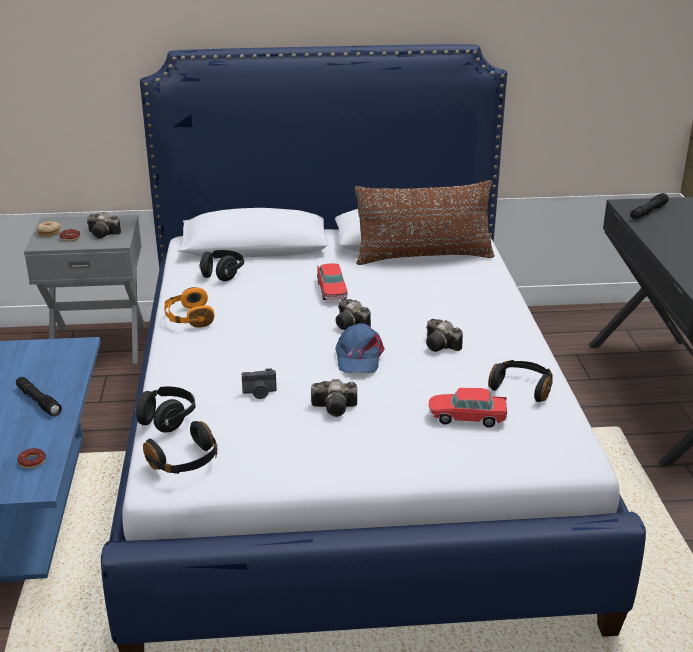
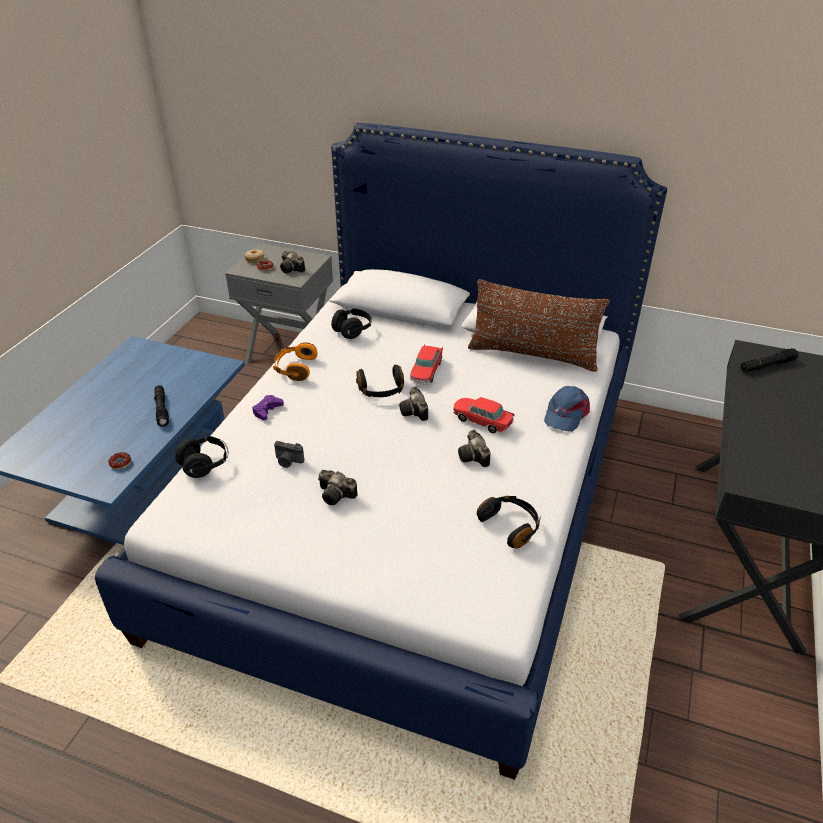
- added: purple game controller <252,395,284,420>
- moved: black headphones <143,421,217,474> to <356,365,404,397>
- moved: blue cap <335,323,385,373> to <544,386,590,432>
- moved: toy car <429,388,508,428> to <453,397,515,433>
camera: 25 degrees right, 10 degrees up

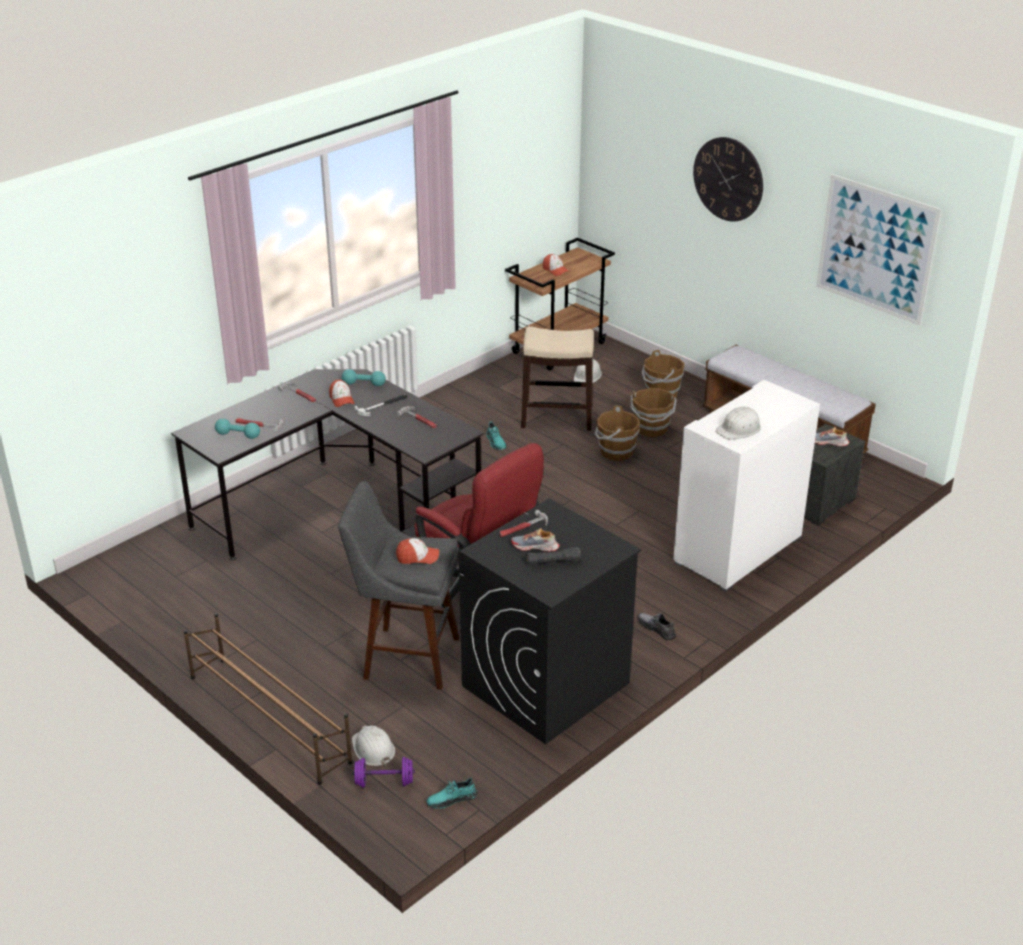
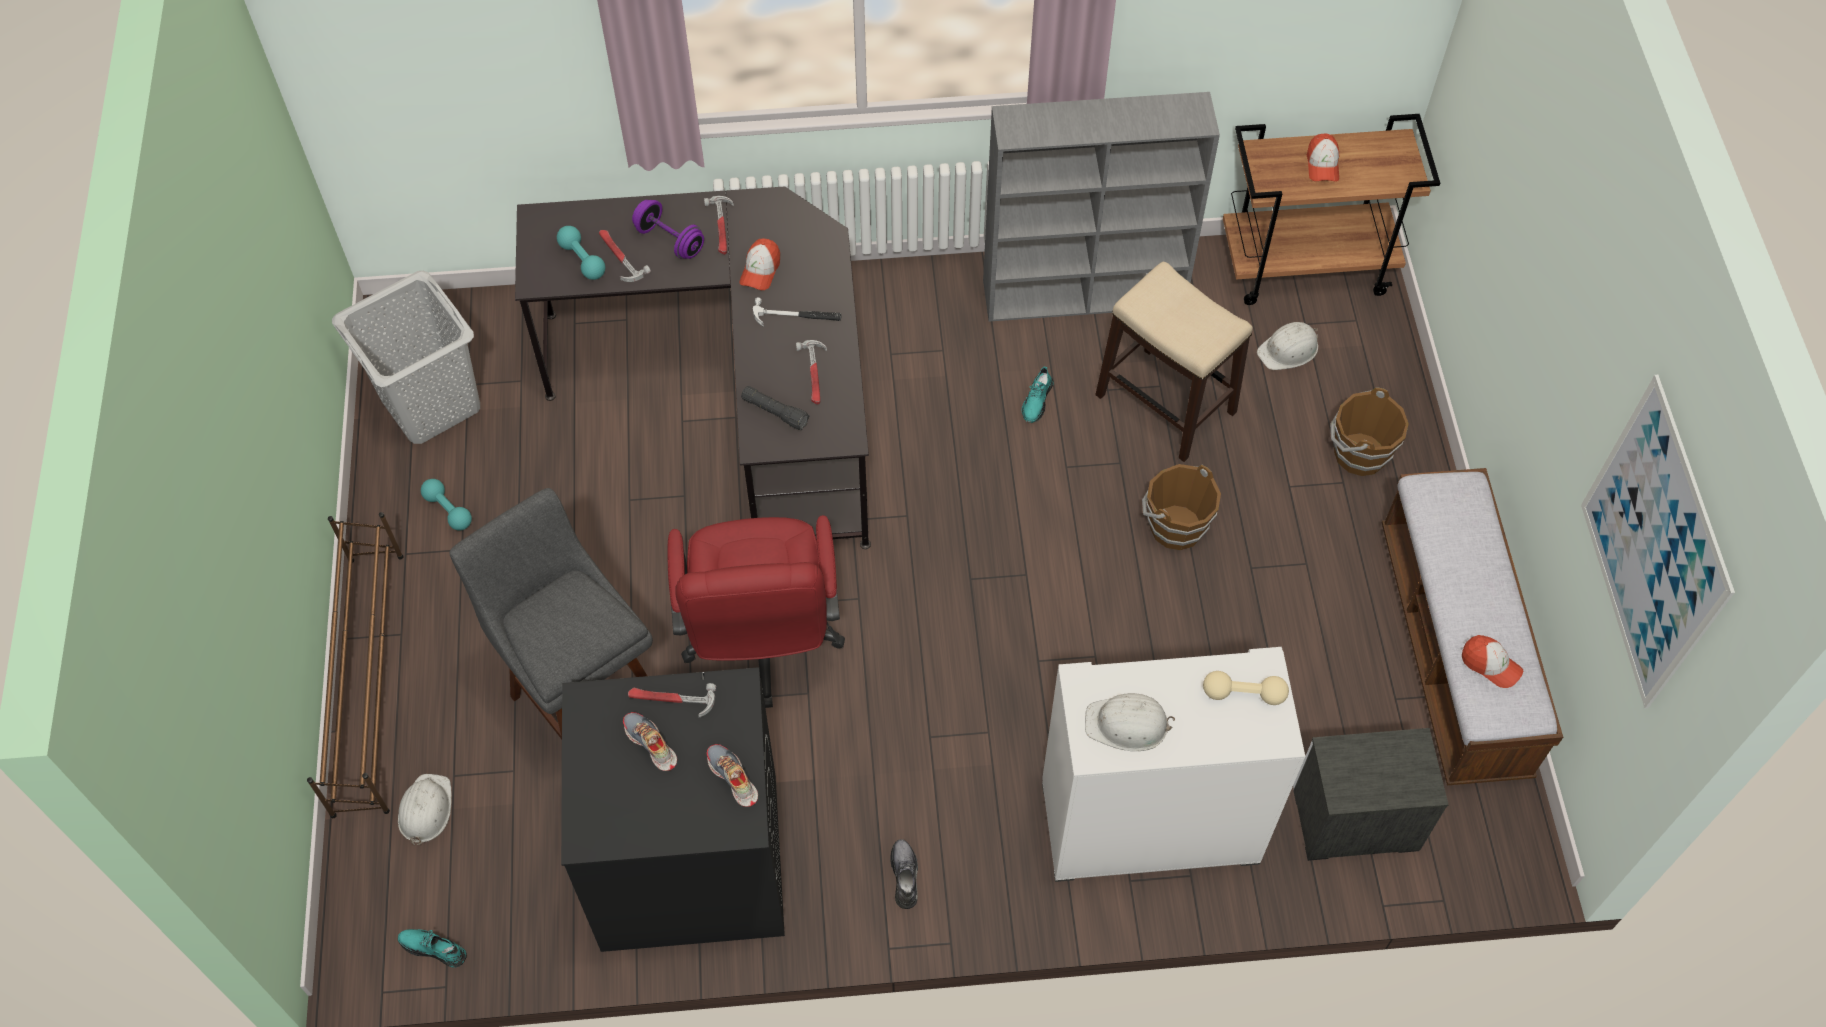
- removed: brown bucket <630,388,677,437>
- removed: wall clock <693,137,763,222>
- added: grey laundry basket <332,271,480,444>
- added: grey bookcase <983,92,1220,322>
- added: beige dumbbell <1203,671,1289,705>
- moved: turquoise dumbbell <342,369,386,386> to <421,479,472,530>
- moved: purple dumbbell <352,757,415,788> to <632,200,704,259>
- moved: cap <396,538,439,564> to <1462,635,1523,688>
- moved: black flashlight <526,547,581,564> to <741,386,809,430>
- moved: shoe <815,427,850,447> to <706,744,758,807>
camera: 40 degrees right, 25 degrees up

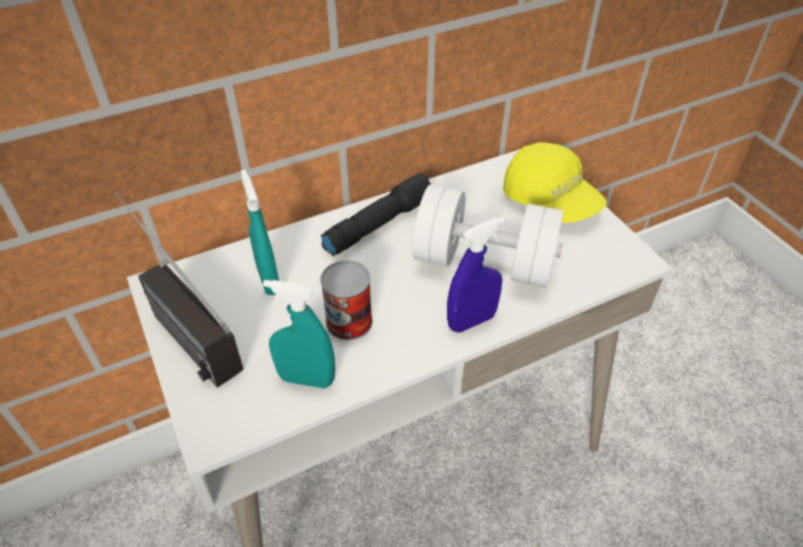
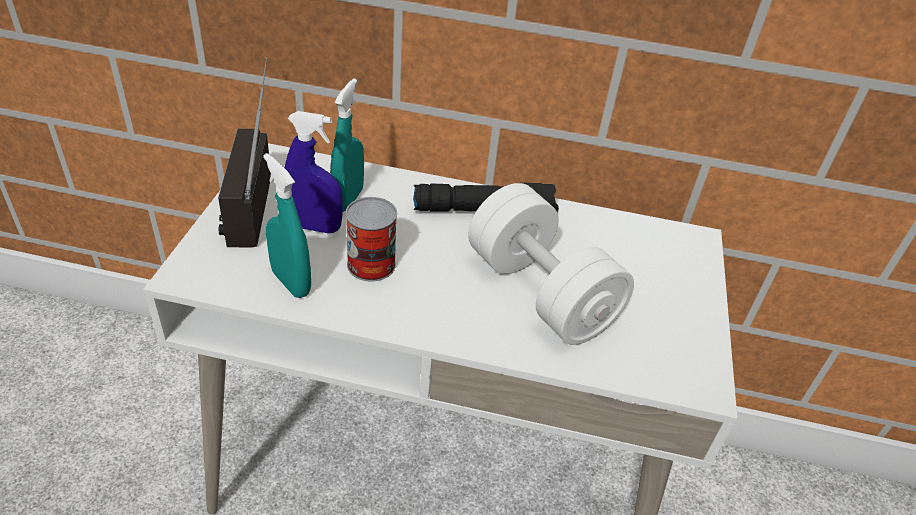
- removed: yellow cap <503,142,607,223>
- moved: blue spray bottle <447,216,506,333> to <284,111,343,233>
camera: 35 degrees right, 5 degrees down

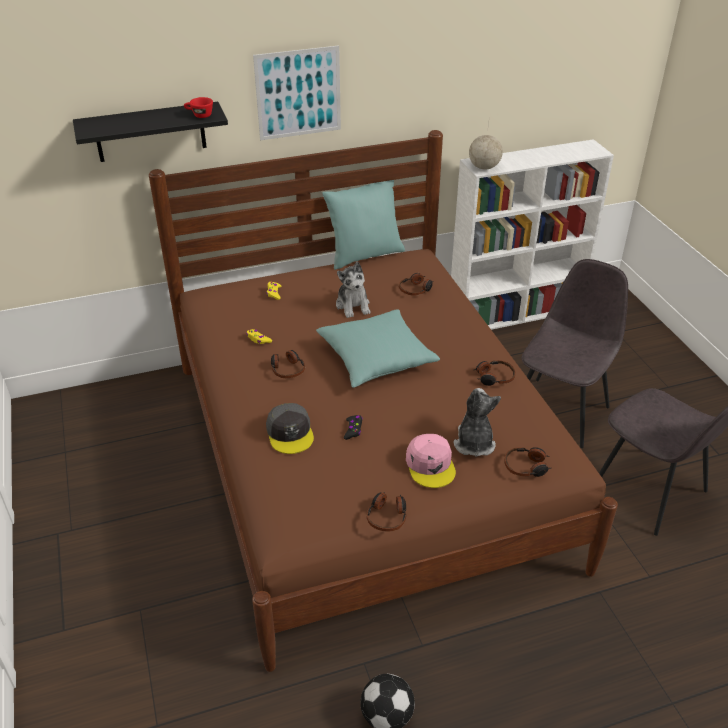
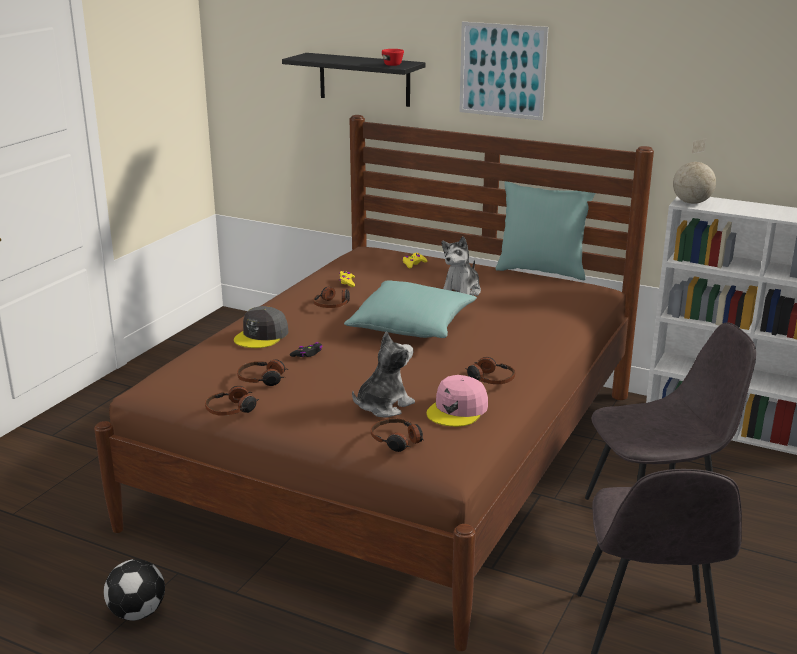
- moved: headphones <399,273,433,296> to <237,360,289,386>
- moved: pink cap <406,434,456,488> to <427,375,488,427>
camera: 45 degrees right, 15 degrees down

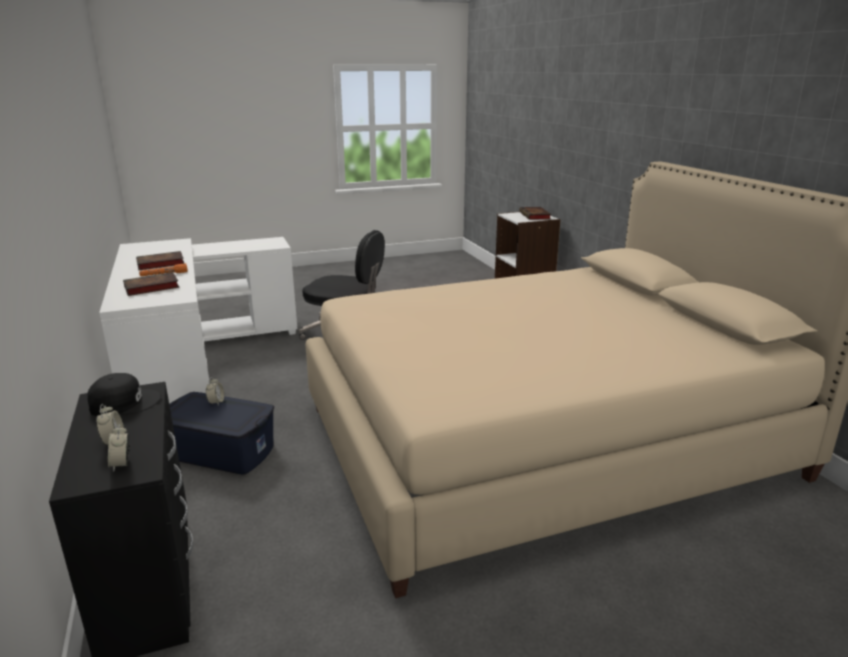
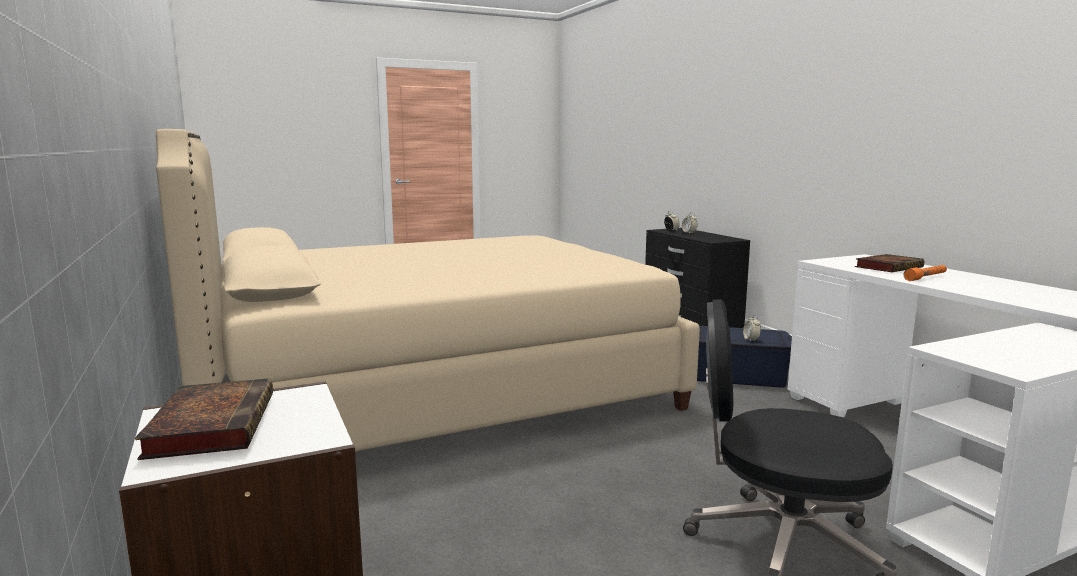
- removed: black cap <87,373,161,416>
- removed: book <136,251,184,270>
camera: 175 degrees right, 10 degrees down

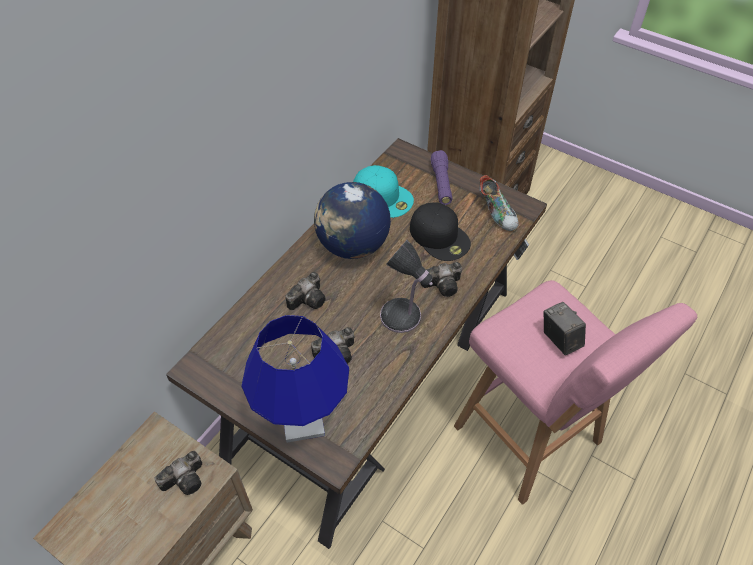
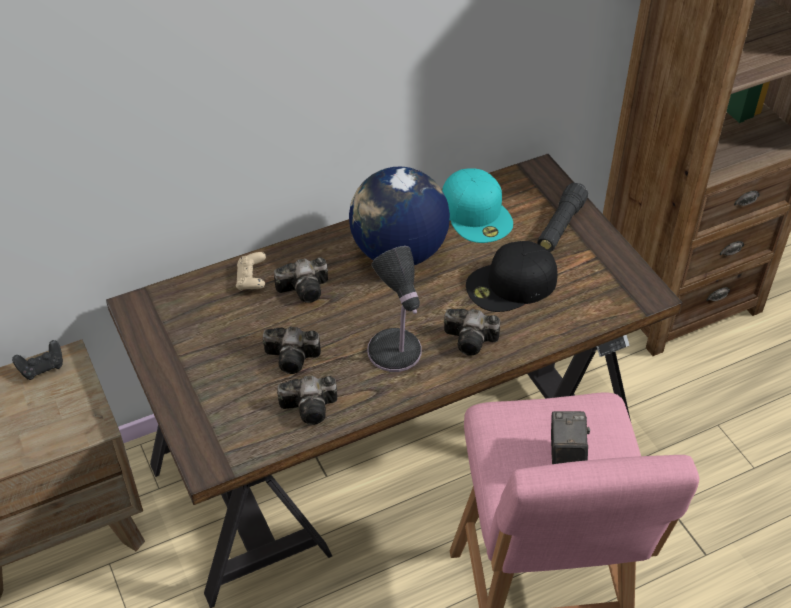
- removed: blue table lamp <242,315,349,443>
- removed: shoe <479,175,519,231>
- added: black game controller <12,340,63,380>
- added: beige game controller <236,252,266,291>
- moved: photo camera <154,451,202,495> to <277,376,337,425>
- recoloured: purple flashlight <430,150,453,205> to black flashlight <537,183,588,252>
- turned: black cap <410,202,471,261> = <466,241,558,312> 75 degrees clockwise
camera: 30 degrees right, 5 degrees down

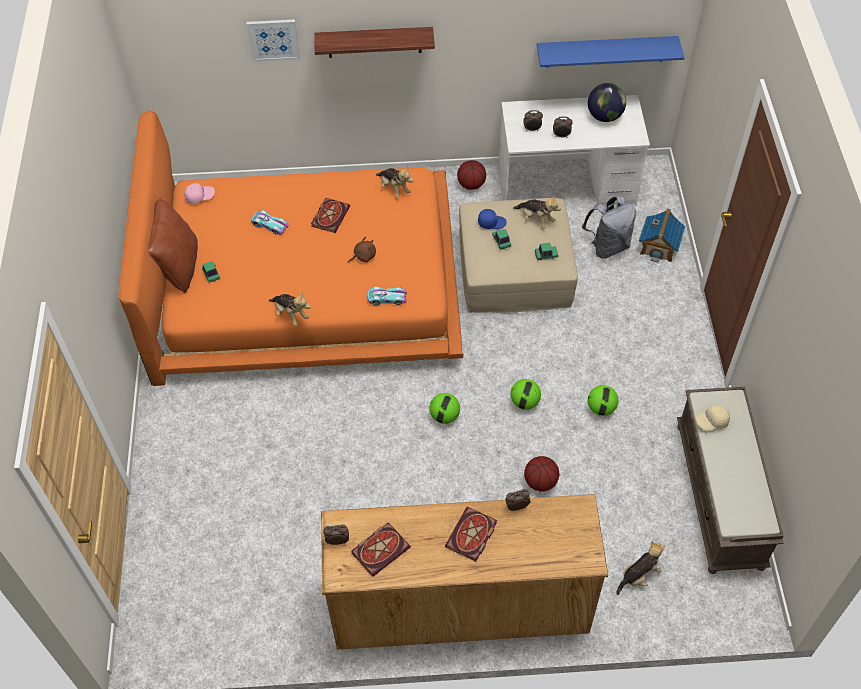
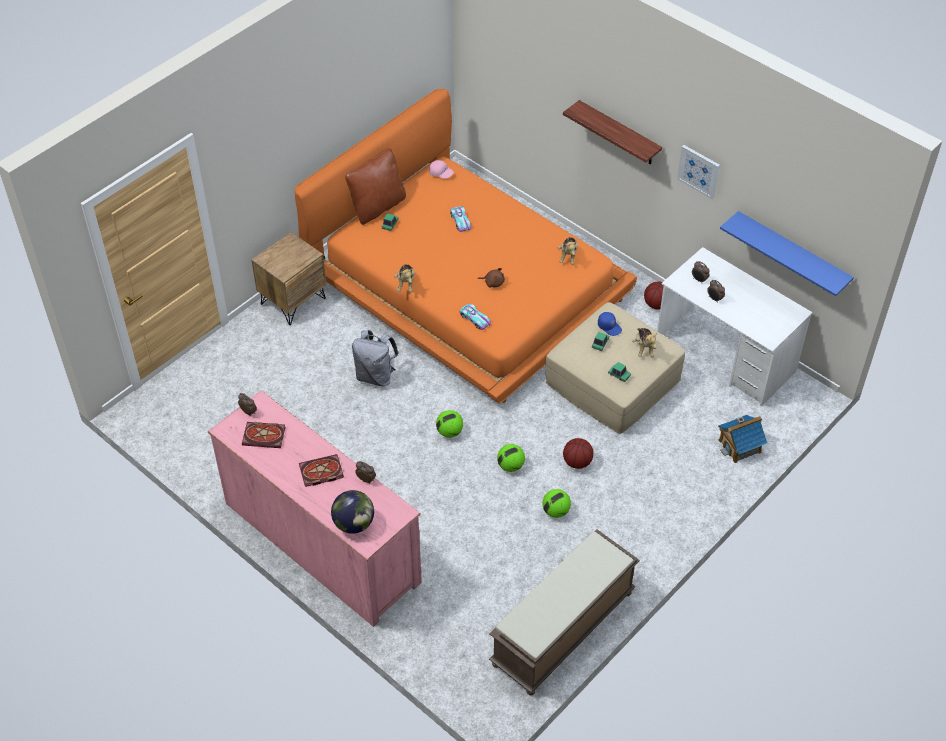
- removed: book <311,198,350,233>
- removed: plush toy <616,542,665,595>
- removed: beige cap <696,405,730,431>
- added: brown nightstand <251,232,327,325>
- moved: picture <246,19,300,62> to <677,145,720,199>
- moved: basketball <524,456,559,492> to <563,438,594,469>
- moved: grey backpack <582,196,636,259> to <352,330,399,387>
- moved: globe <588,83,626,122> to <331,490,374,534>
- recoloured: brown dresser <321,494,608,650> to pink dresser <208,390,422,627>
camera: 45 degrees right, 5 degrees down

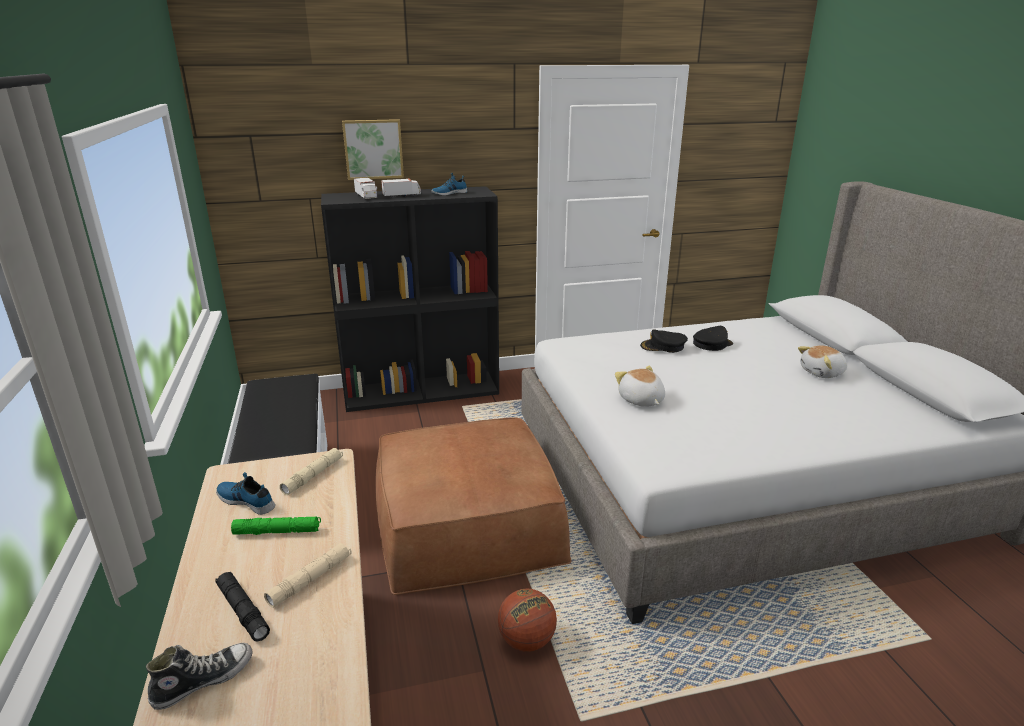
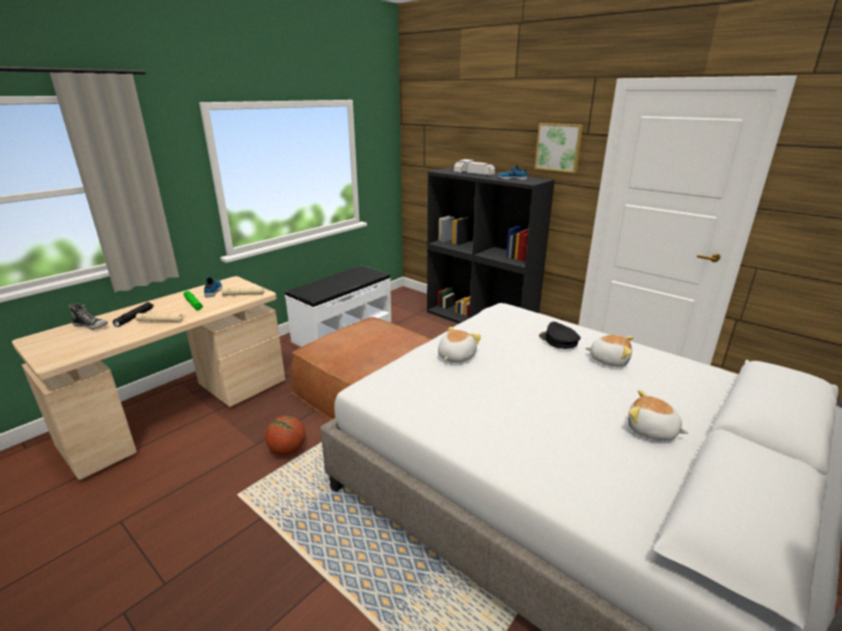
- moved: picture <342,119,404,180> to <535,123,583,173>
- replaced: black cap <693,326,733,351> to plush toy <585,335,634,367>
camera: 55 degrees right, 0 degrees up

